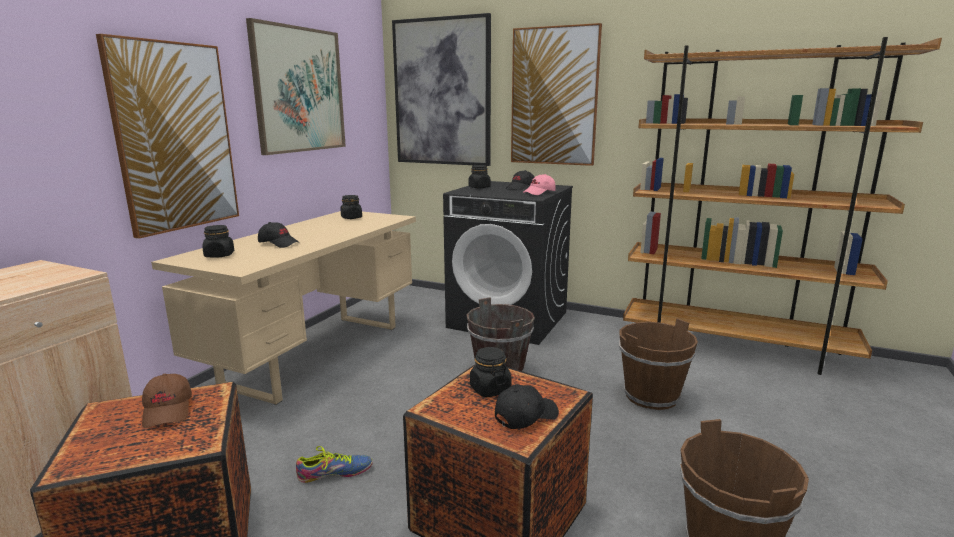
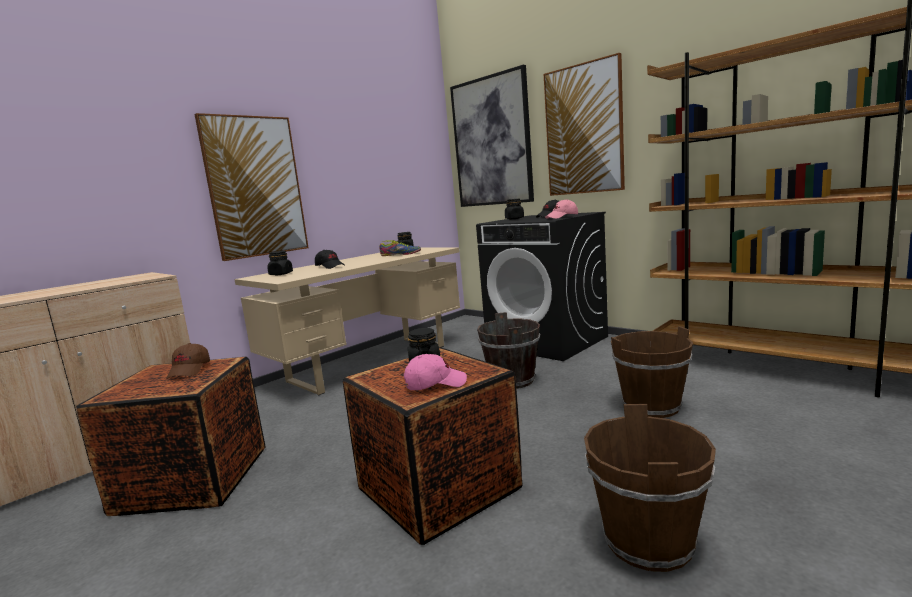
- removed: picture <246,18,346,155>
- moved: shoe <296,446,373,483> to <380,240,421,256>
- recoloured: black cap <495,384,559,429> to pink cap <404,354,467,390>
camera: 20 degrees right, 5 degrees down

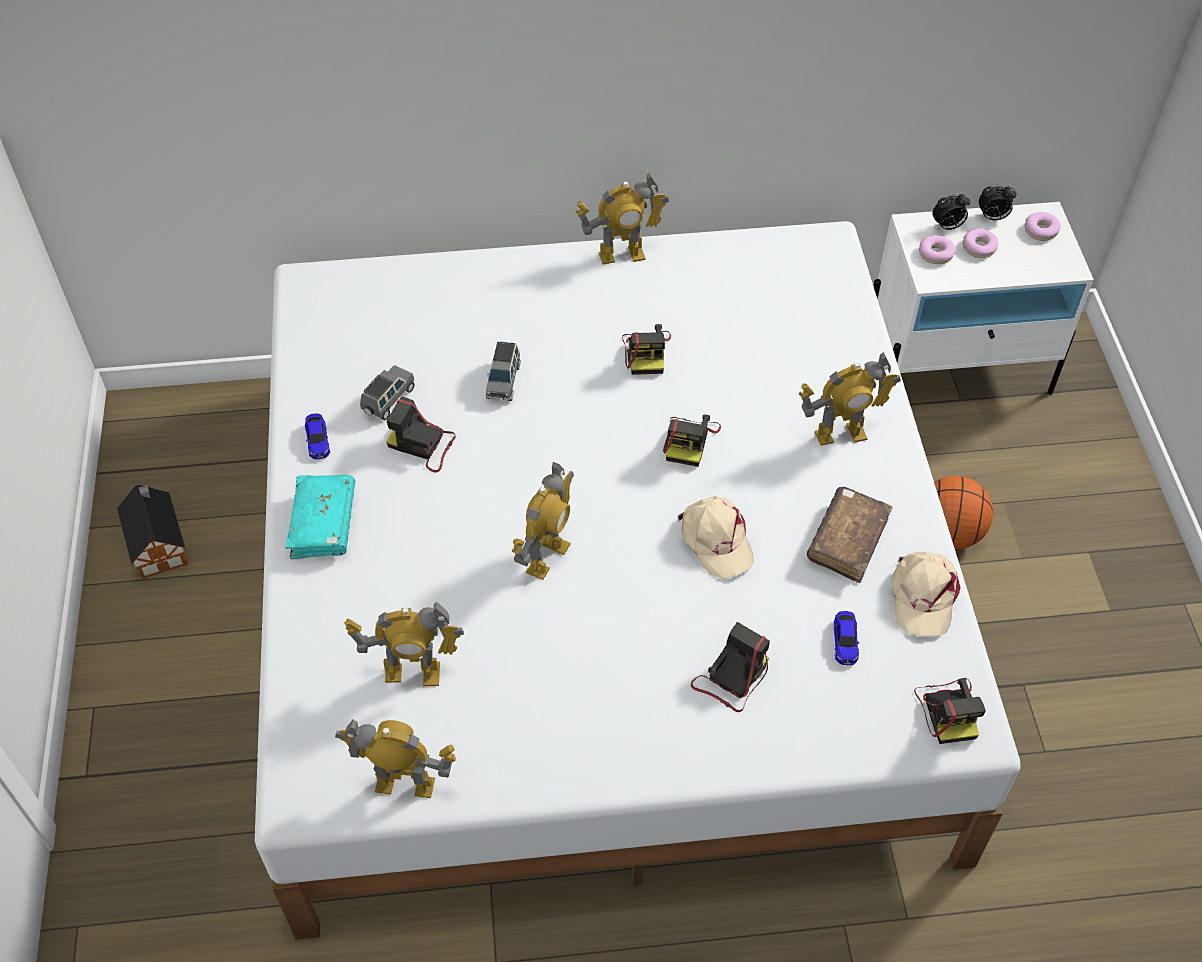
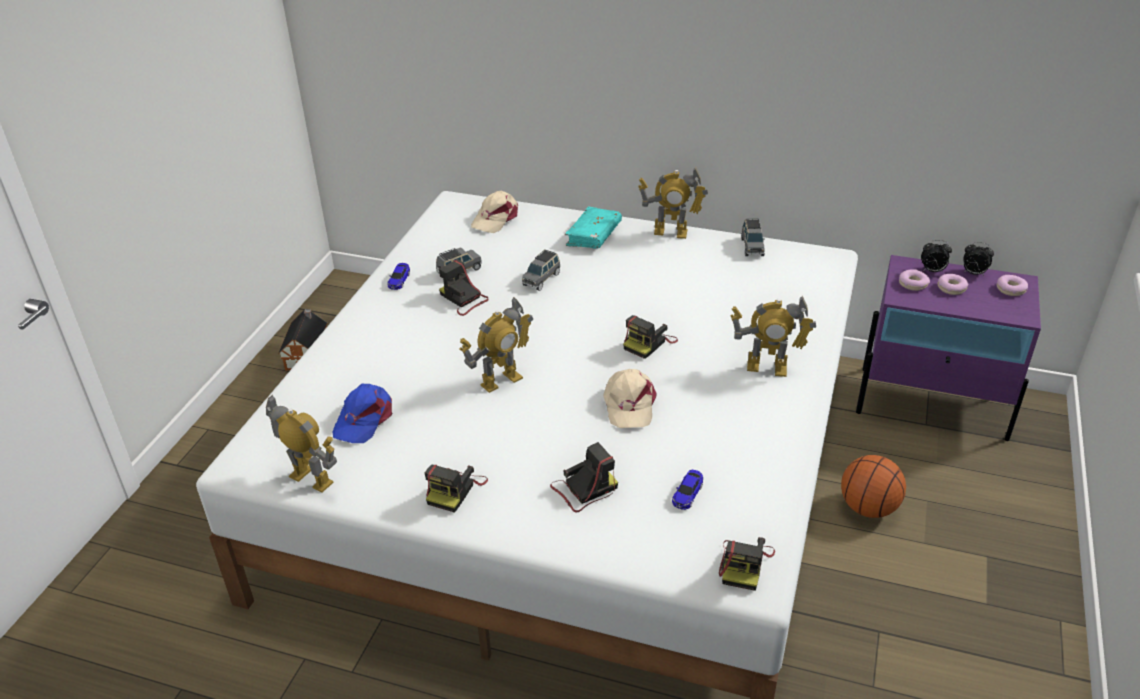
- removed: brown book <807,487,893,583>
- added: grey toy car <741,218,765,256>
- moved: turquoise book <285,475,355,559> to <565,207,622,249>
- moved: photo camera <622,324,671,375> to <425,465,488,513>
- moved: beige cap <891,552,960,637> to <471,191,518,233>
- replaced: toy robot <344,601,464,686> to blue cap <332,384,392,443>
- recoloured: white nightstand <873,202,1094,395> to purple nightstand <856,255,1041,441>
camera: 25 degrees right, 15 degrees down

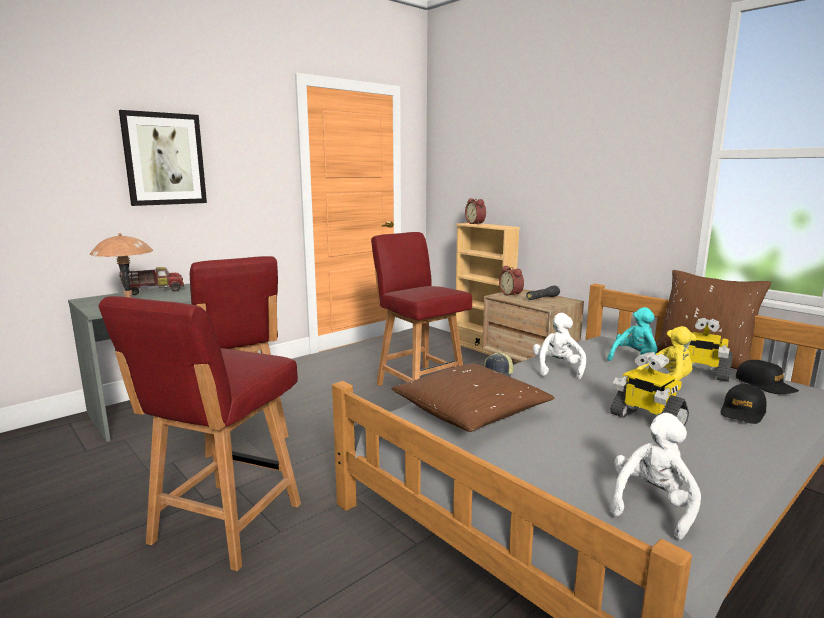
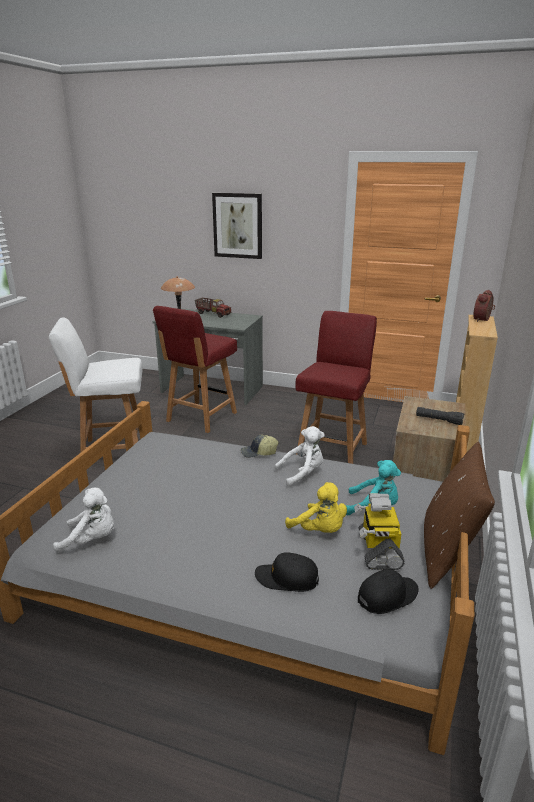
- removed: brown pillow <391,364,555,432>
- removed: alarm clock <499,265,524,297>
- removed: toy robot <610,352,689,426>
- recoloured: red chair <99,296,301,571> to white chair <49,317,143,452>
- turned: black cap <736,360,799,394> = <358,569,419,614> 150 degrees counterclockwise
camera: 60 degrees right, 10 degrees up

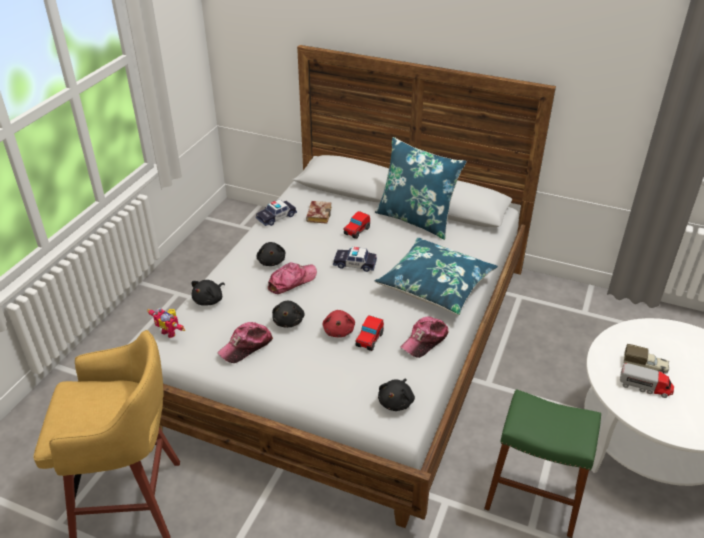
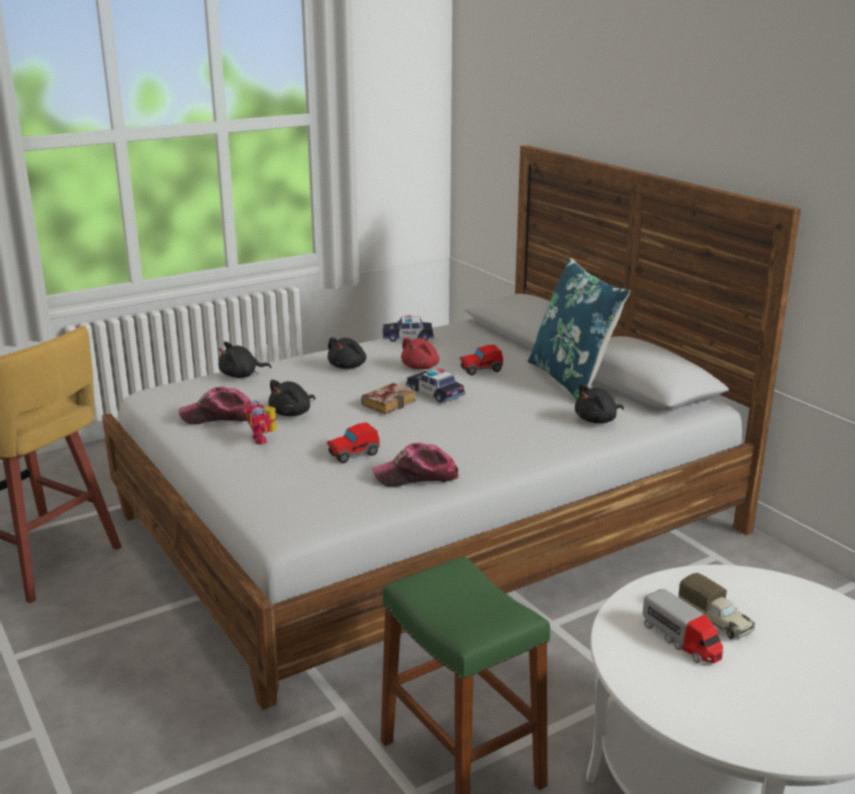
- removed: cap <268,262,317,294>
- removed: blue pillow <375,238,498,315>
- moved: toy robot <147,308,186,338> to <247,399,277,444>
- moved: book <306,201,332,224> to <361,383,416,414>
- moved: red plush toy <322,310,355,337> to <401,337,440,370>
- moved: black plush toy <378,378,415,411> to <575,384,624,424>
camera: 35 degrees right, 15 degrees down

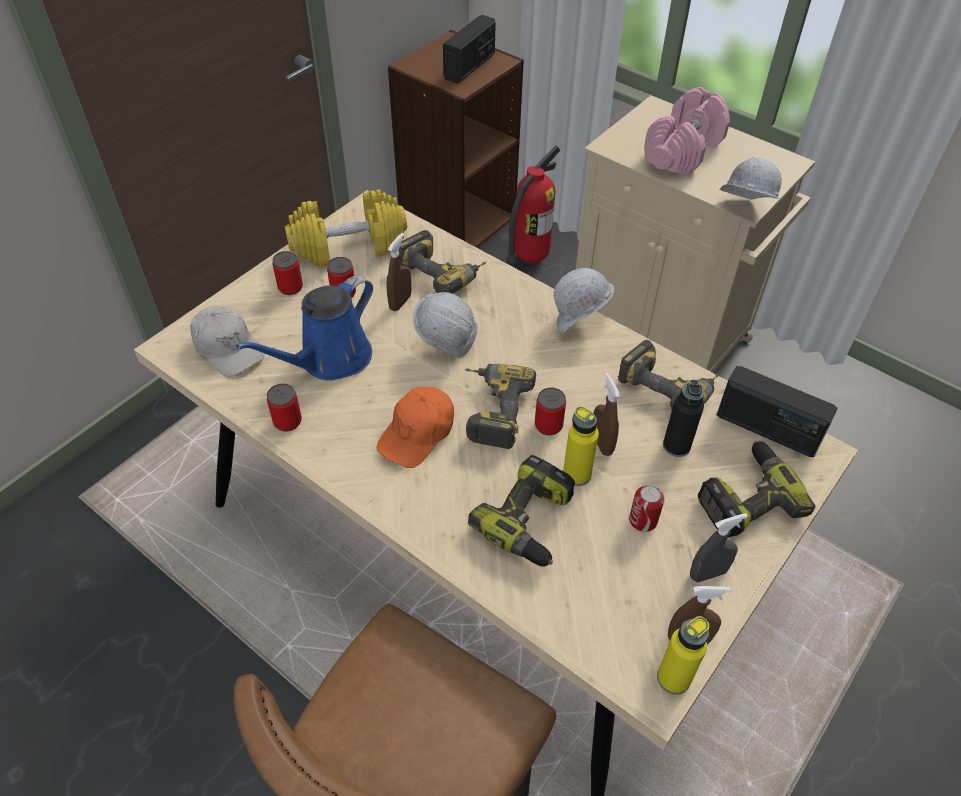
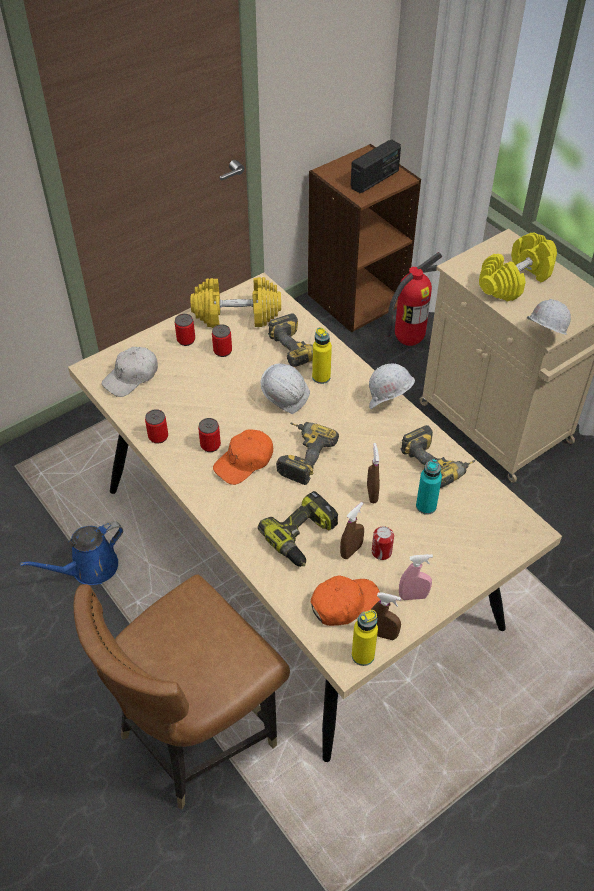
- removed: power drill <698,441,816,538>
- removed: radio <717,366,838,457>
- added: orange cap <311,575,380,626>
- moved: blue watering can <236,275,373,381> to <20,521,123,585>
- moved: brown spray bottle <386,233,411,311> to <340,502,364,559>
- moved: can <535,388,566,435> to <198,418,221,452>
- moved: yellow bottle <563,406,599,486> to <312,327,332,384>
- recoloured: pink dumbbell <644,87,730,176> to yellow dumbbell <479,233,557,302>
- recoloured: black bottle <663,380,705,457> to turquoise bottle <416,459,442,515>
- recoloured: grey spray bottle <690,513,748,582> to pink spray bottle <399,554,433,600>
- turned: white cap <190,306,265,377> = <102,347,158,397> 75 degrees clockwise
camera: 15 degrees right, 0 degrees up

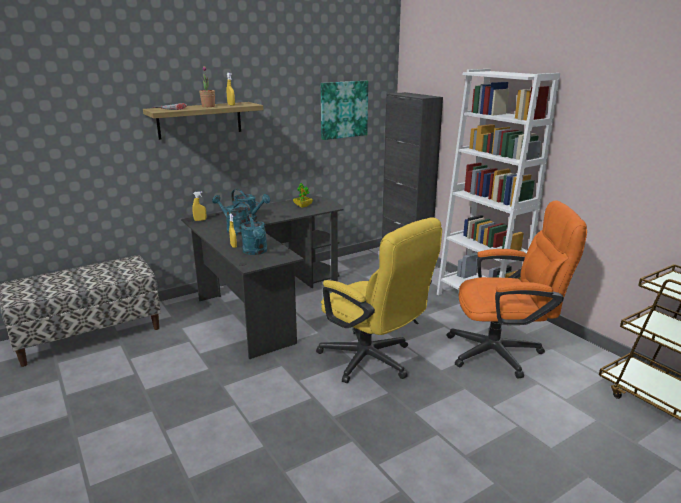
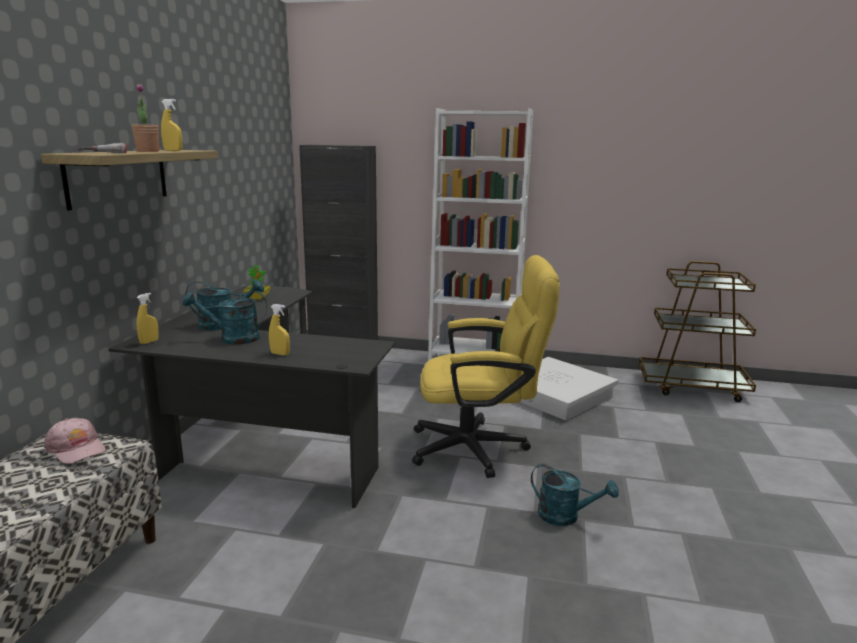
- removed: picture <321,81,368,140>
- added: pink cap <44,418,106,464>
- moved: turquoise watering can <241,214,267,255> to <531,464,619,526>
- replaced: orange office chair <446,200,587,378> to white storage box <521,357,619,421>
camera: 45 degrees left, 5 degrees down

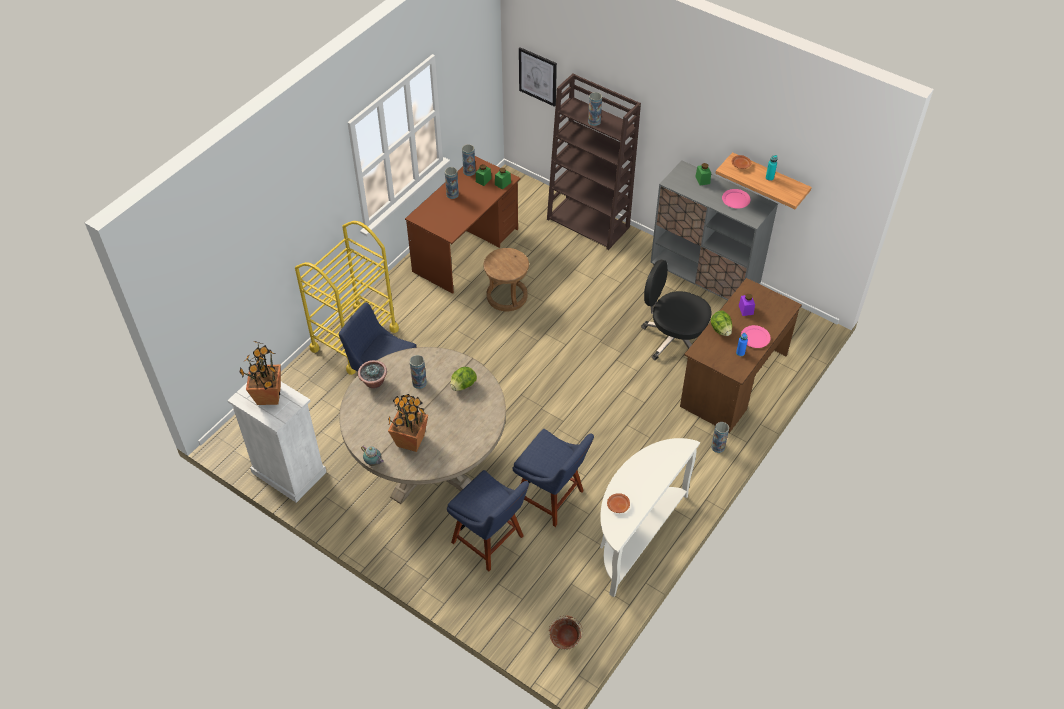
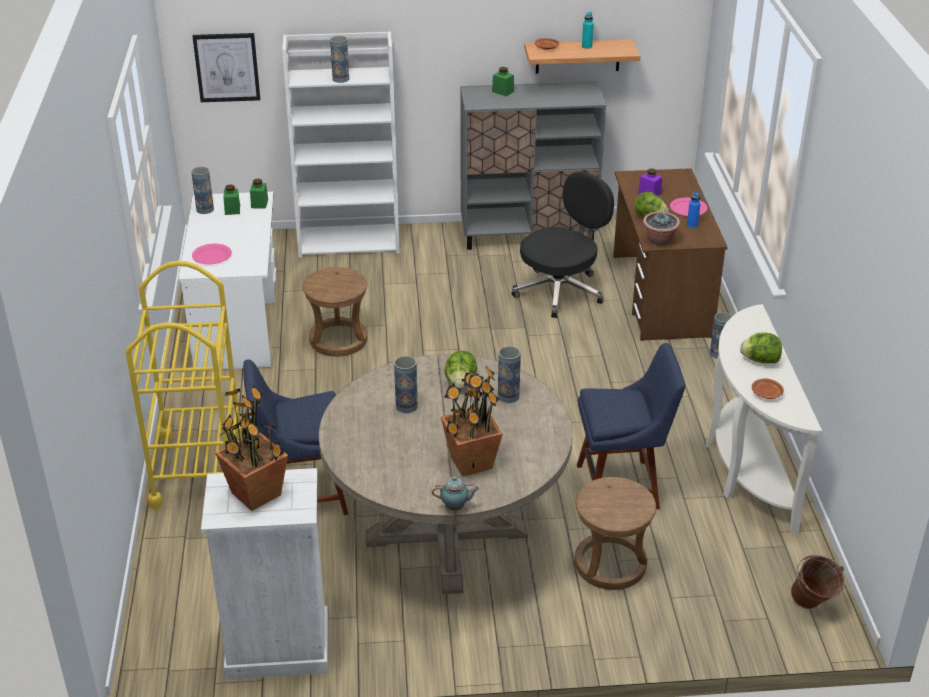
- added: lettuce <740,332,782,363>
- moved: potted plant <358,360,387,389> to <643,211,680,245>
- moved: vase <445,167,459,199> to <498,346,521,403>
- moved: pink plate <722,189,750,209> to <192,244,232,264>
- replaced: blue chair <447,470,529,572> to brown stool <575,477,656,590>
- recoloured: brown desk <405,156,521,294> to white desk <178,192,277,369>
- recoloured: brown bookcase <547,74,641,250> to white bookcase <282,31,400,258>
- turned: black office chair <641,260,711,360> = <511,171,614,318> 150 degrees clockwise
camera: 40 degrees left, 15 degrees down

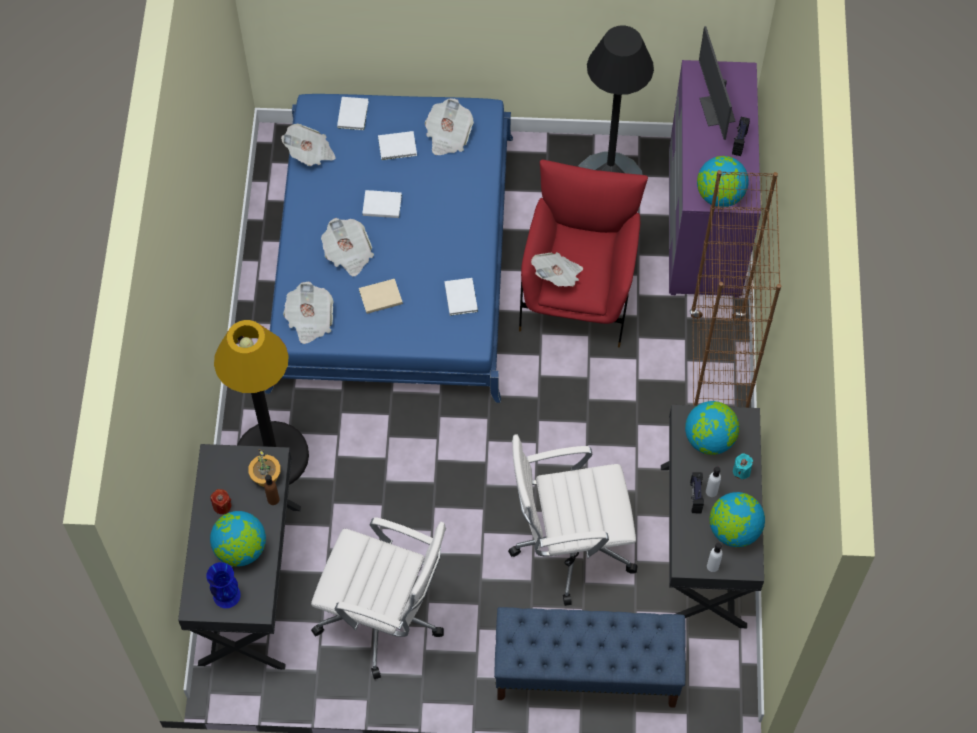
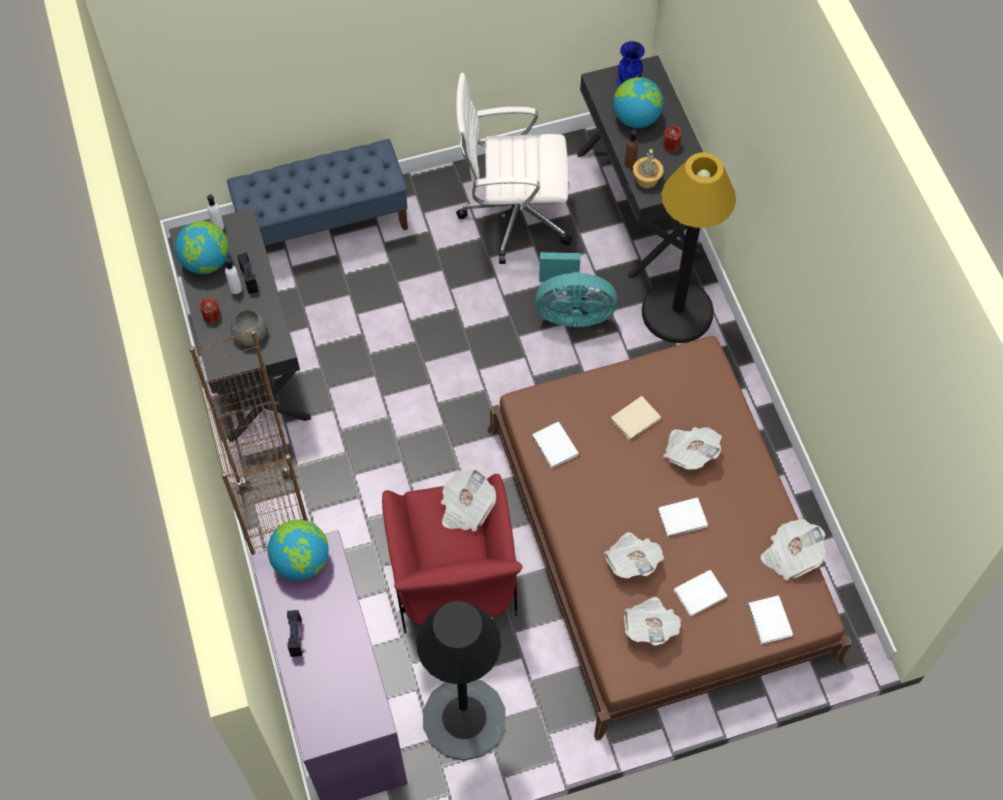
- removed: white office chair <508,434,638,606>
- removed: monitor <699,26,736,140>
- added: turquoise fan <535,252,617,327>
- moved: newspaper <283,282,334,344> to <604,532,664,578>
- replaced: globe <685,401,739,455> to grey bowl <231,310,267,346>
- recoloured: blue bed <265,94,513,403> to brown bed <487,336,852,741>
- recoloured: turquoise candle <733,453,753,479> to red candle <200,297,221,323>
camera: 160 degrees right, 0 degrees up

